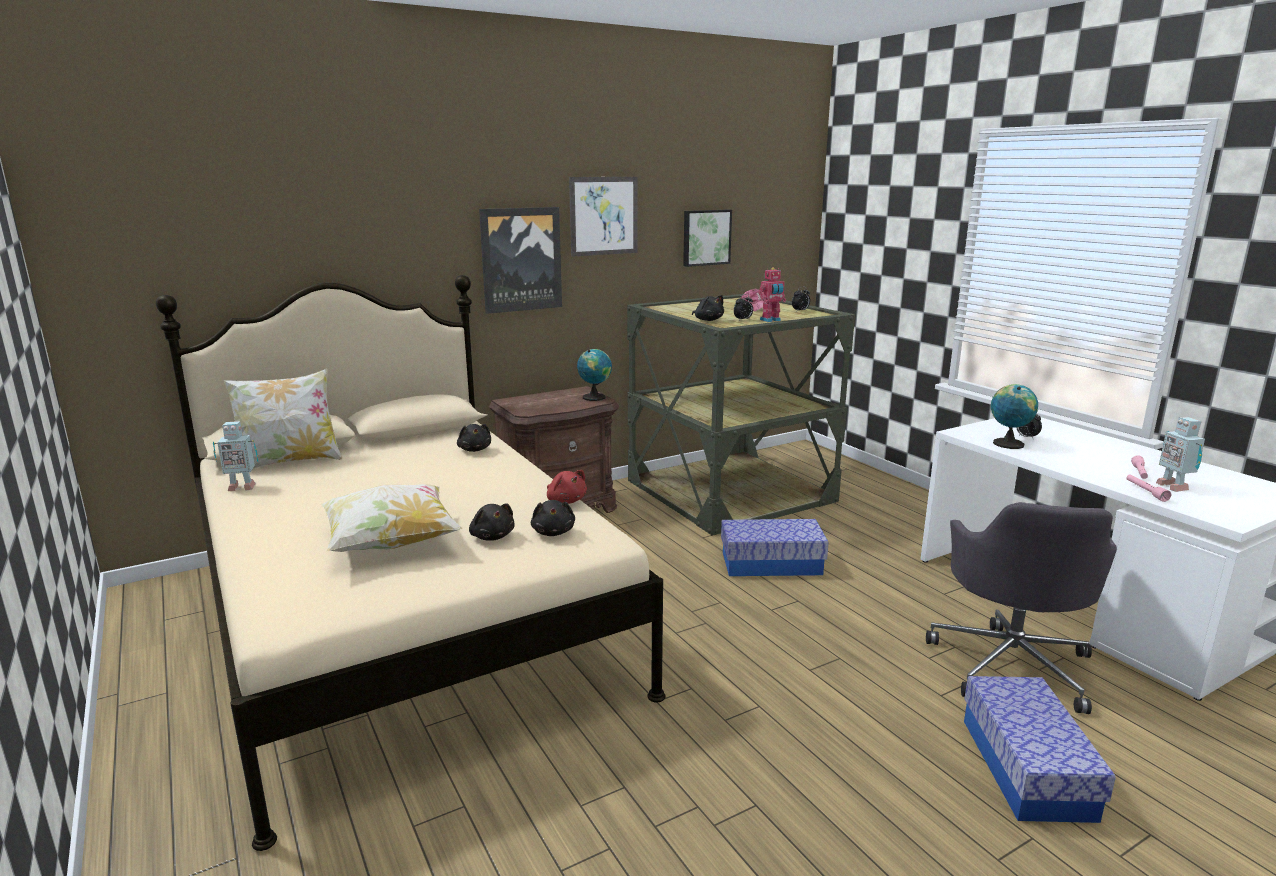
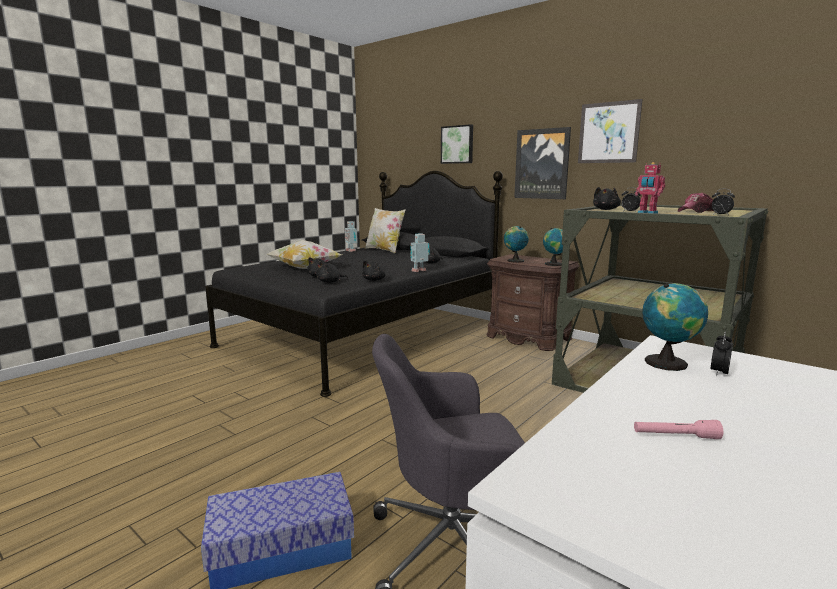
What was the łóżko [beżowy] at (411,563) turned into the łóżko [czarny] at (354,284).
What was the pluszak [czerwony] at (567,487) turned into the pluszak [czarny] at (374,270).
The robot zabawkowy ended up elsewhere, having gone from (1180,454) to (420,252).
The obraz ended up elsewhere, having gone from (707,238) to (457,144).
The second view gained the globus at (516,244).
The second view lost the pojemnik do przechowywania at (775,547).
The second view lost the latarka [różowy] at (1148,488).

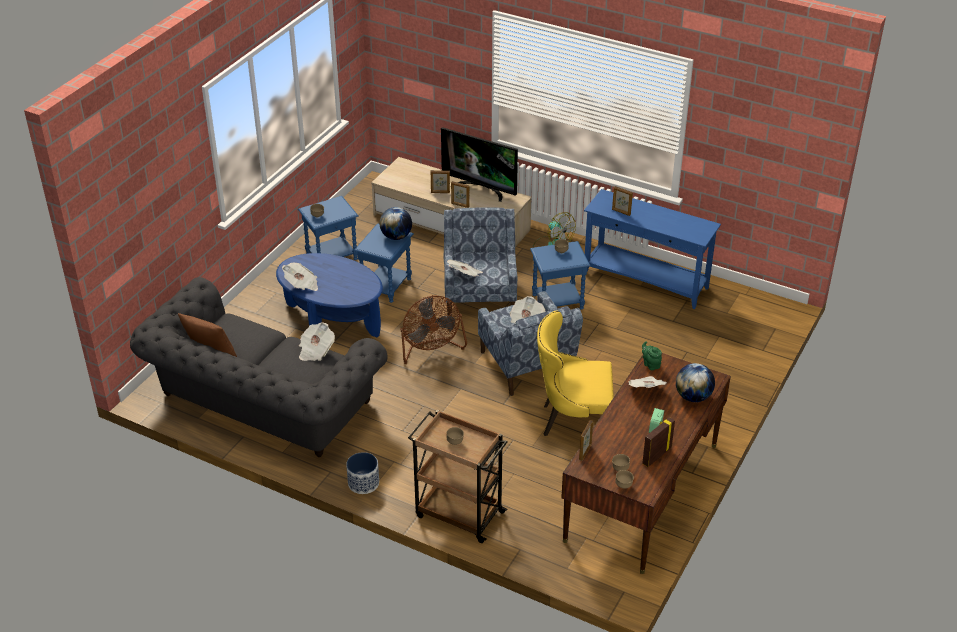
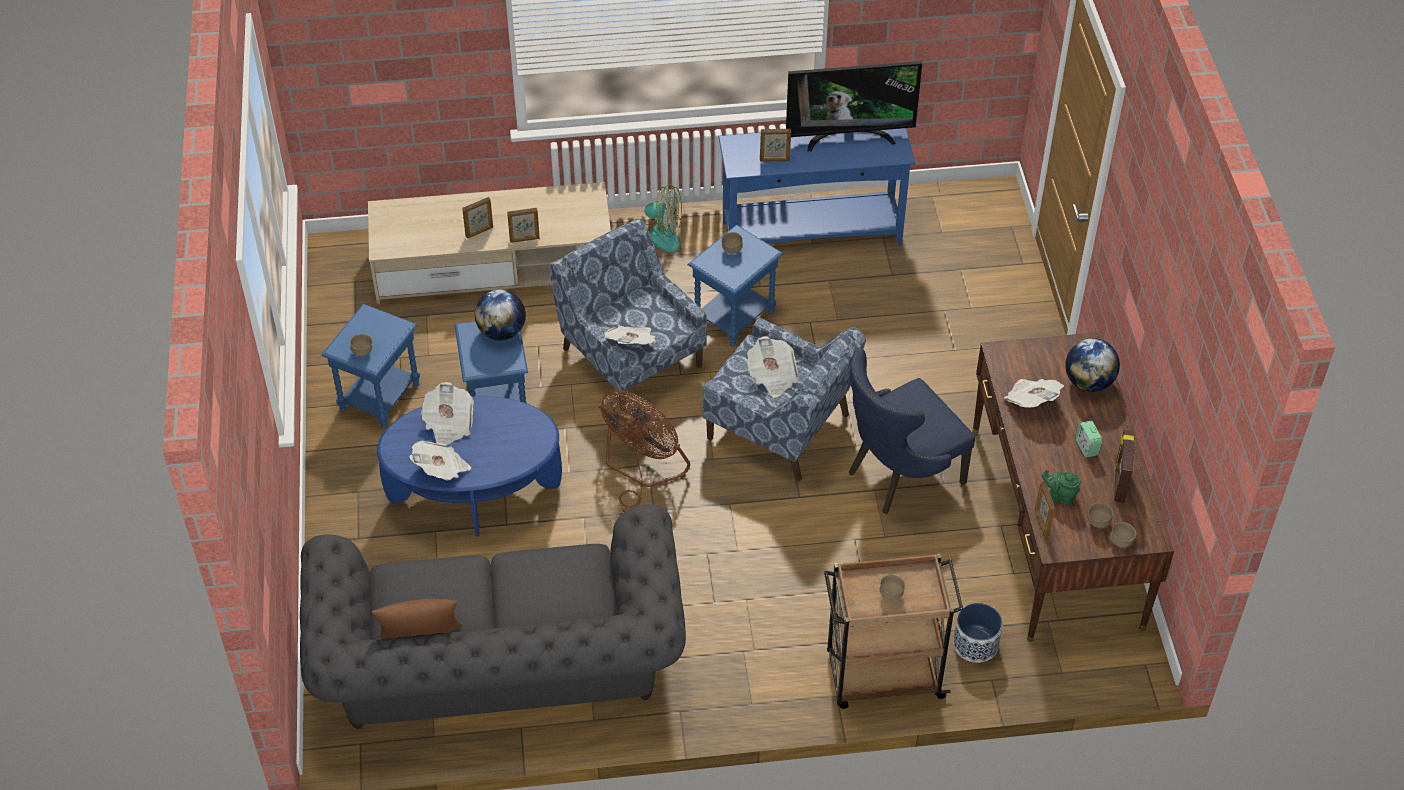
The gazeta ended up elsewhere, having gone from (317,341) to (447,413).
The wentylator [brązowy] at (433,329) ended up facing another way, 90 degrees counterclockwise from before.
The telewizor ended up elsewhere, having gone from (479,164) to (854,106).
What was the krzesło [żółty] at (575,373) turned into the krzesło [niebieski] at (912,431).
The donica ended up elsewhere, having gone from (362,473) to (978,633).
The imbryk [zielony] ended up elsewhere, having gone from (652,355) to (1061,487).

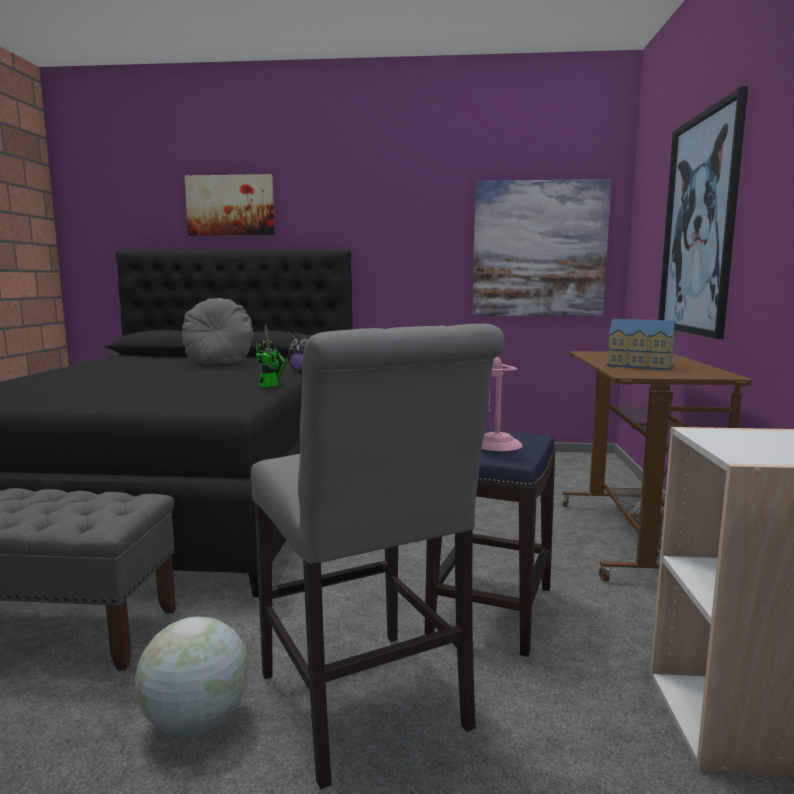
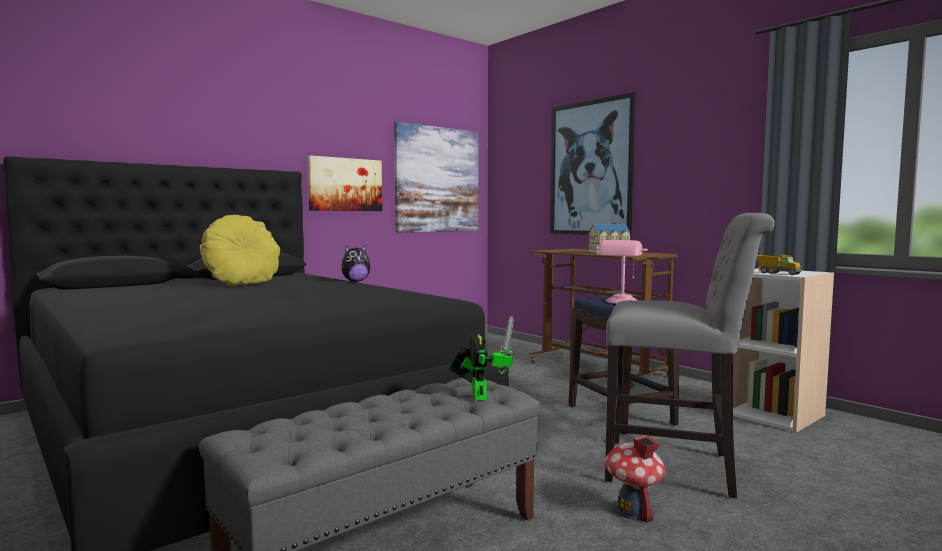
What was the poduszka [szary] at (217,331) turned into the poduszka [żółty] at (240,250).
The obraz ended up elsewhere, having gone from (229,205) to (344,183).
The robot zabawkowy ended up elsewhere, having gone from (271,356) to (481,358).
Where the globus stood at (192,676), the domek came to stand at (635,479).
The second view gained the ciężarówka zabawkowa at (779,265).

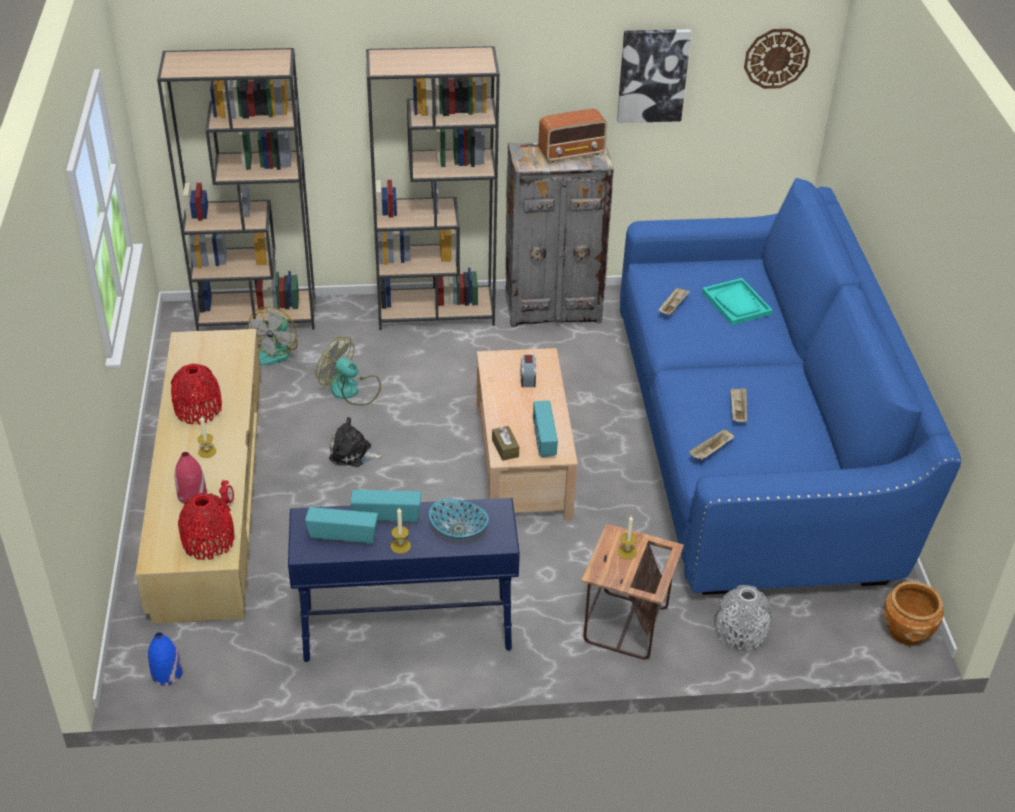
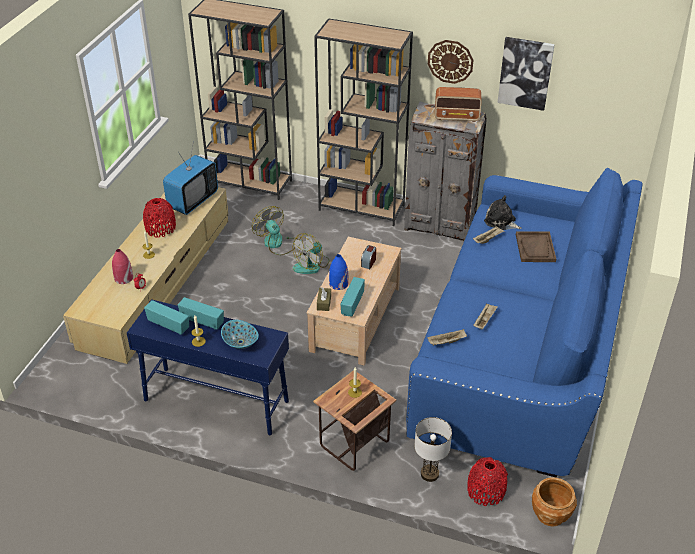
The second view gained the telewizor at (190,178).
The wentylator ended up elsewhere, having gone from (273,336) to (311,253).
The wazon [niebieski] ended up elsewhere, having gone from (165,658) to (338,272).
Where the wazon [szary] stood at (743,618), the lampa stołowa came to stand at (433,449).
The zegar ścienny ended up elsewhere, having gone from (777,59) to (451,62).
The wazon [czerwony] ended up elsewhere, having gone from (206,526) to (487,481).
The pluszak ended up elsewhere, having gone from (356,442) to (503,212).
What was the taca [turkusowy] at (737,301) turned into the taca [brązowy] at (536,246).

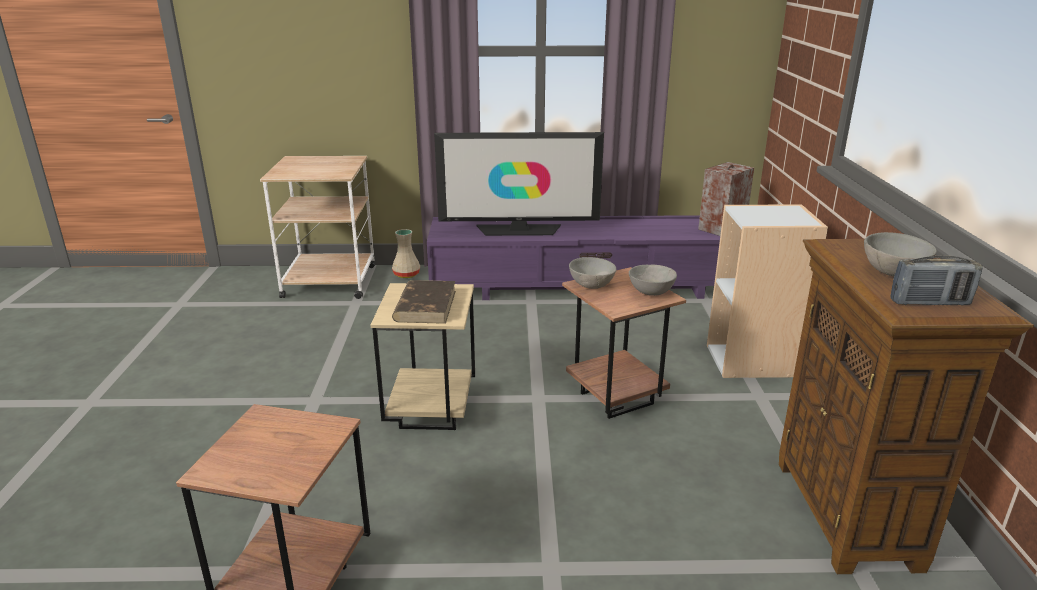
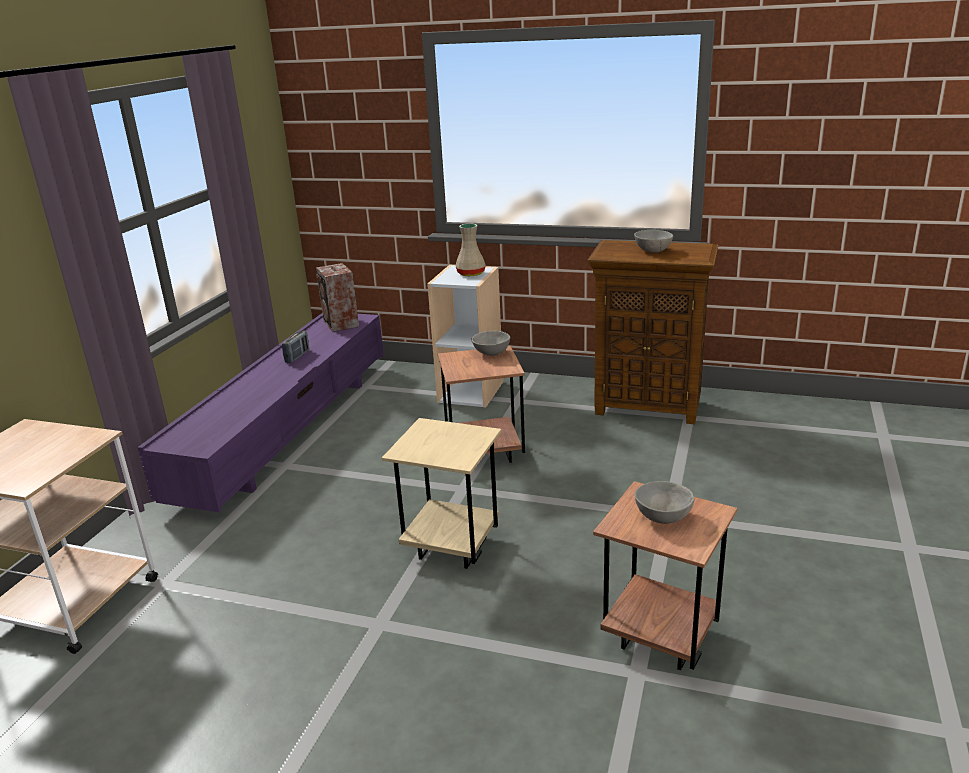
The radio ended up elsewhere, having gone from (936,280) to (295,347).
The wazon [beżowy] ended up elsewhere, having gone from (406,253) to (471,250).
The miska [szary] ended up elsewhere, having gone from (592,273) to (664,502).
The second view lost the książka [brązowy] at (424,302).
The second view lost the telewizor at (519,184).

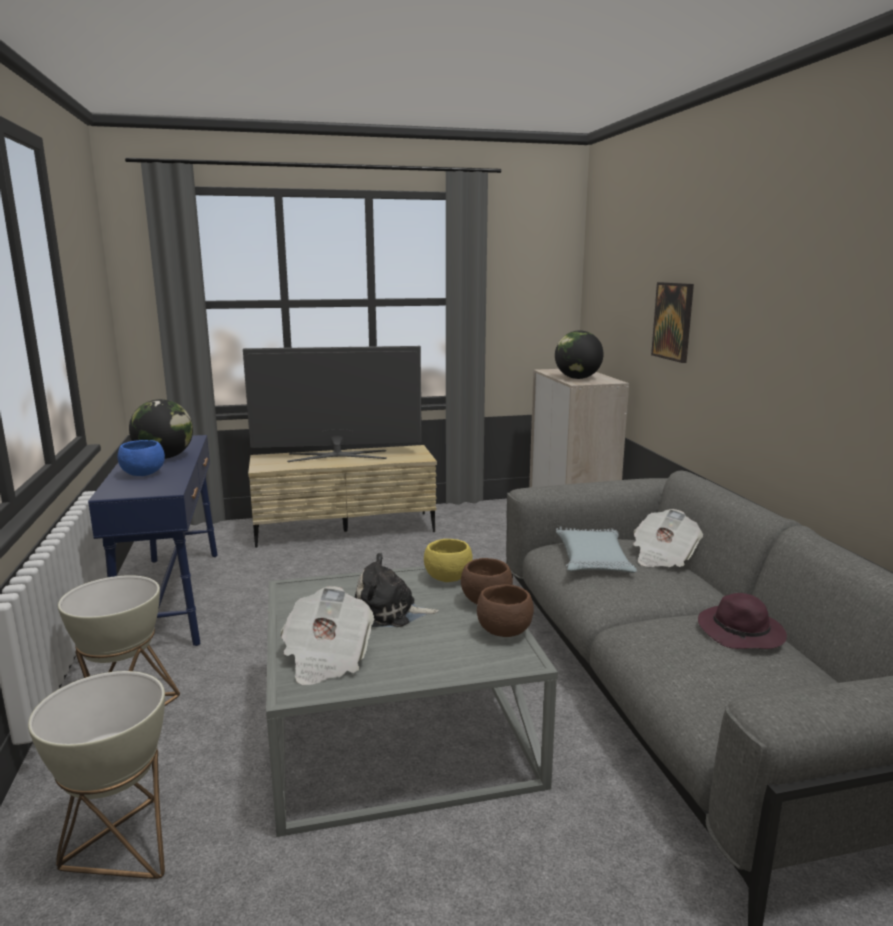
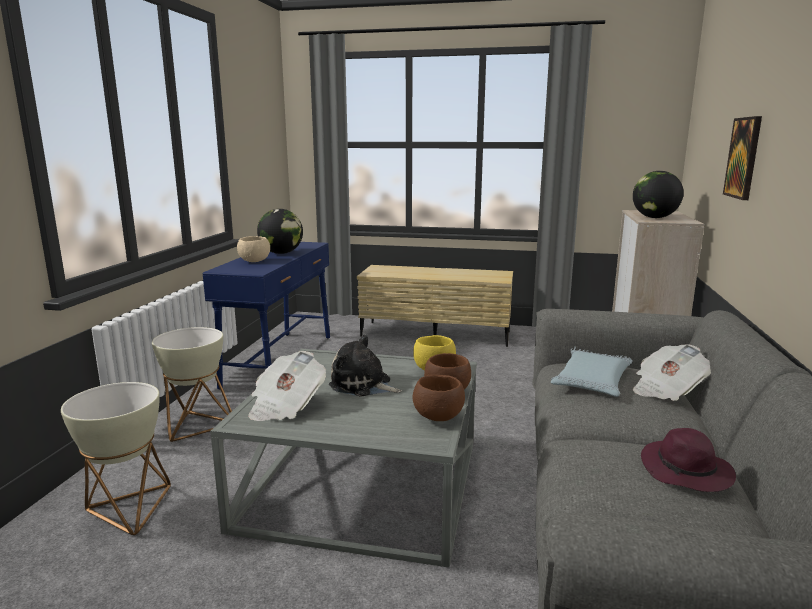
What was the miska [niebieski] at (141,458) turned into the miska [beżowy] at (253,249).
The second view lost the telewizor at (332,404).

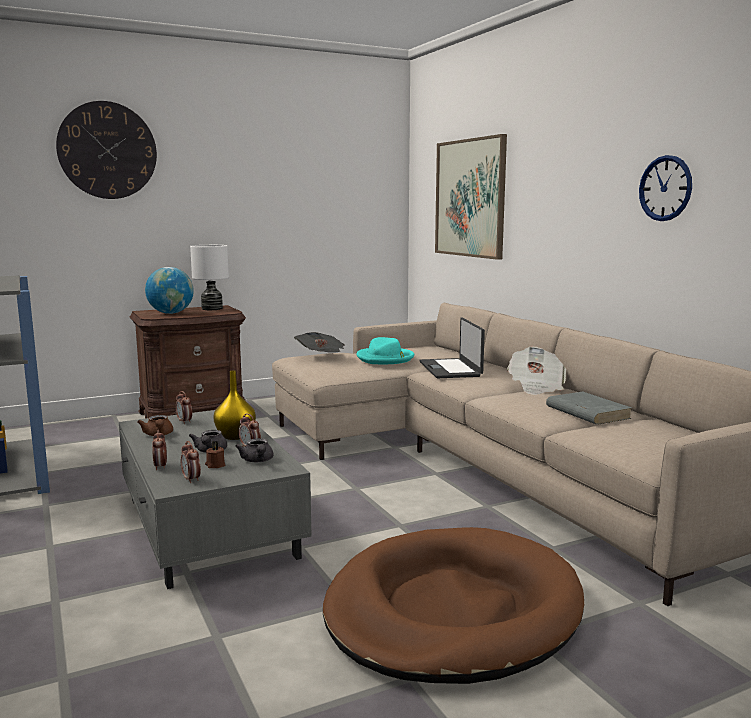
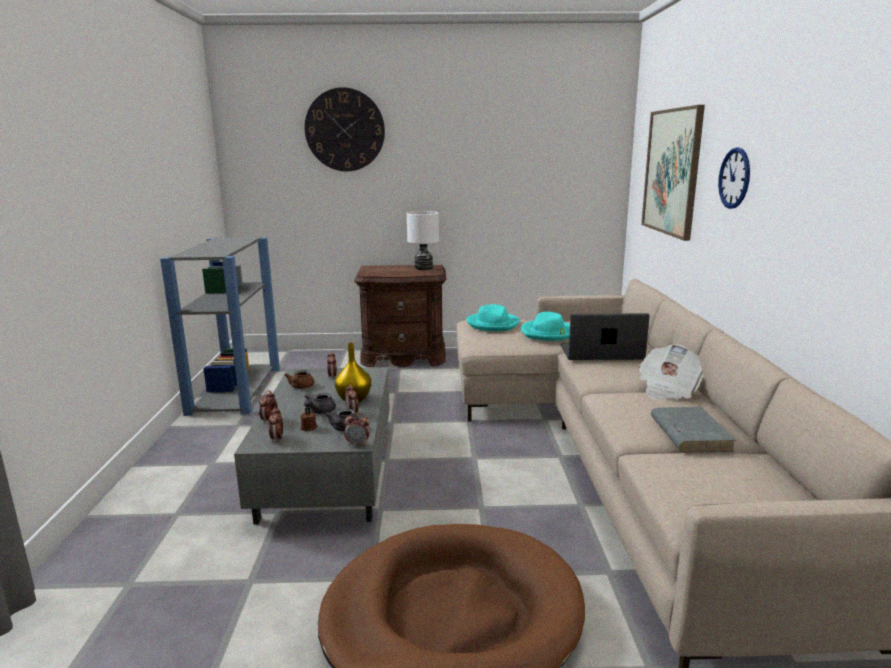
The second view gained the budzik at (357,430).
Where the gazeta stood at (319,342), the kapelusz [turkusowy] came to stand at (493,317).
The laptop at (452,348) ended up facing another way, 75 degrees clockwise from before.
The zegar ścienny ended up elsewhere, having gone from (665,188) to (734,178).
The second view lost the globus at (169,290).

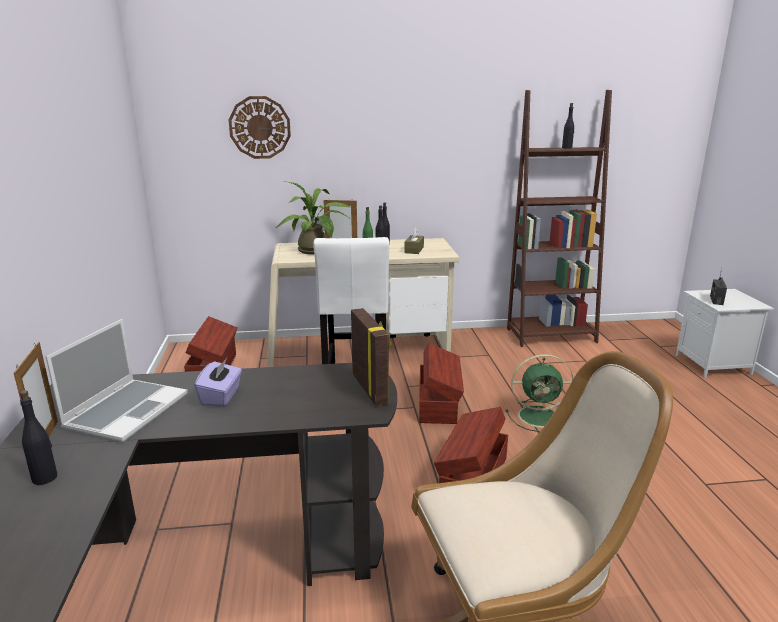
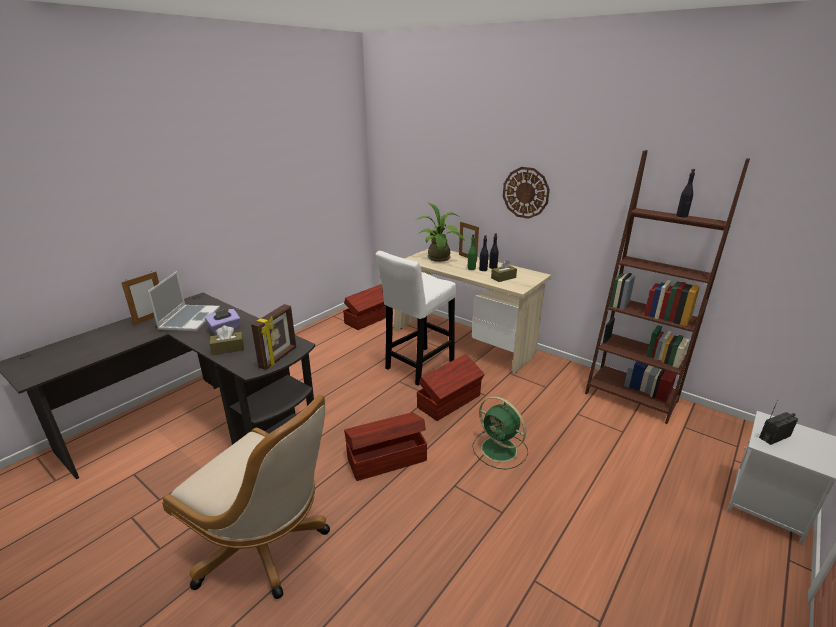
The laptop at (117,380) ended up facing another way, 60 degrees counterclockwise from before.
The second view gained the pudełko chusteczek [brązowy] at (227,340).
The zegar ścienny ended up elsewhere, having gone from (260,127) to (526,193).
The second view lost the butelka [czarny] at (38,437).

